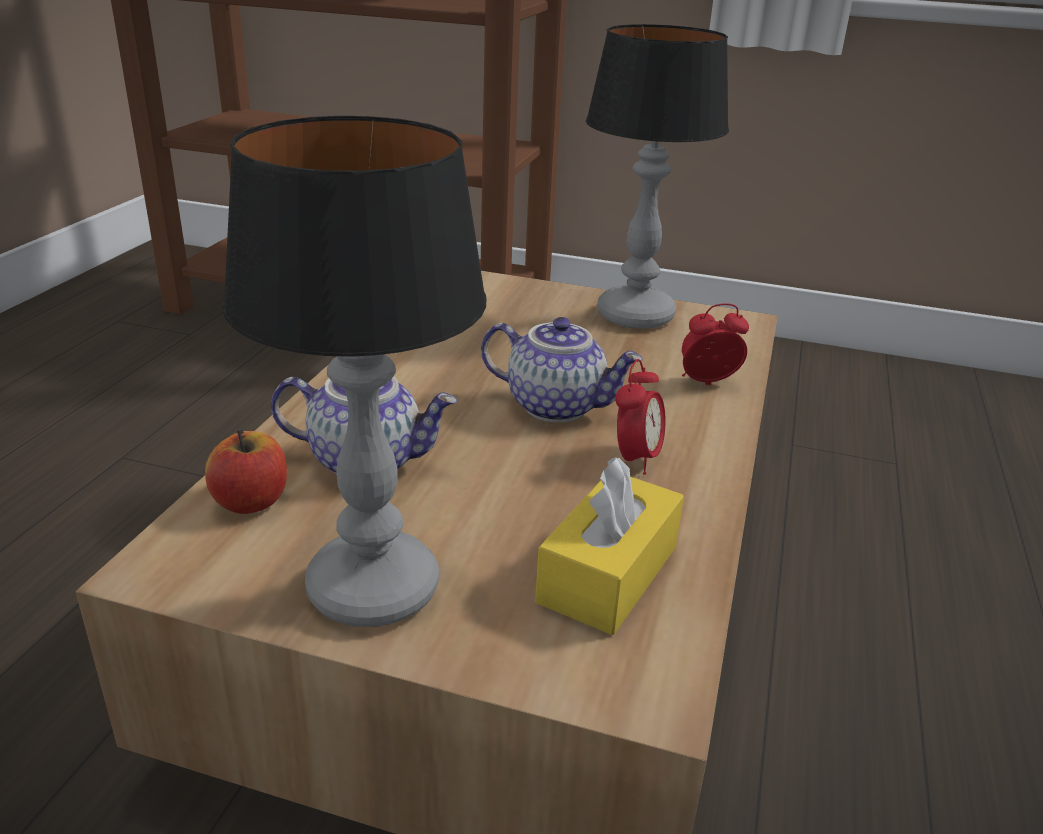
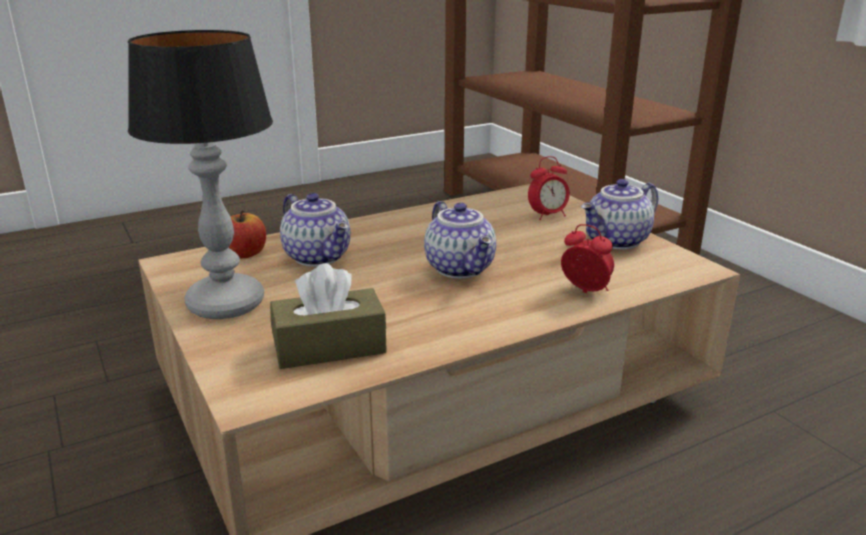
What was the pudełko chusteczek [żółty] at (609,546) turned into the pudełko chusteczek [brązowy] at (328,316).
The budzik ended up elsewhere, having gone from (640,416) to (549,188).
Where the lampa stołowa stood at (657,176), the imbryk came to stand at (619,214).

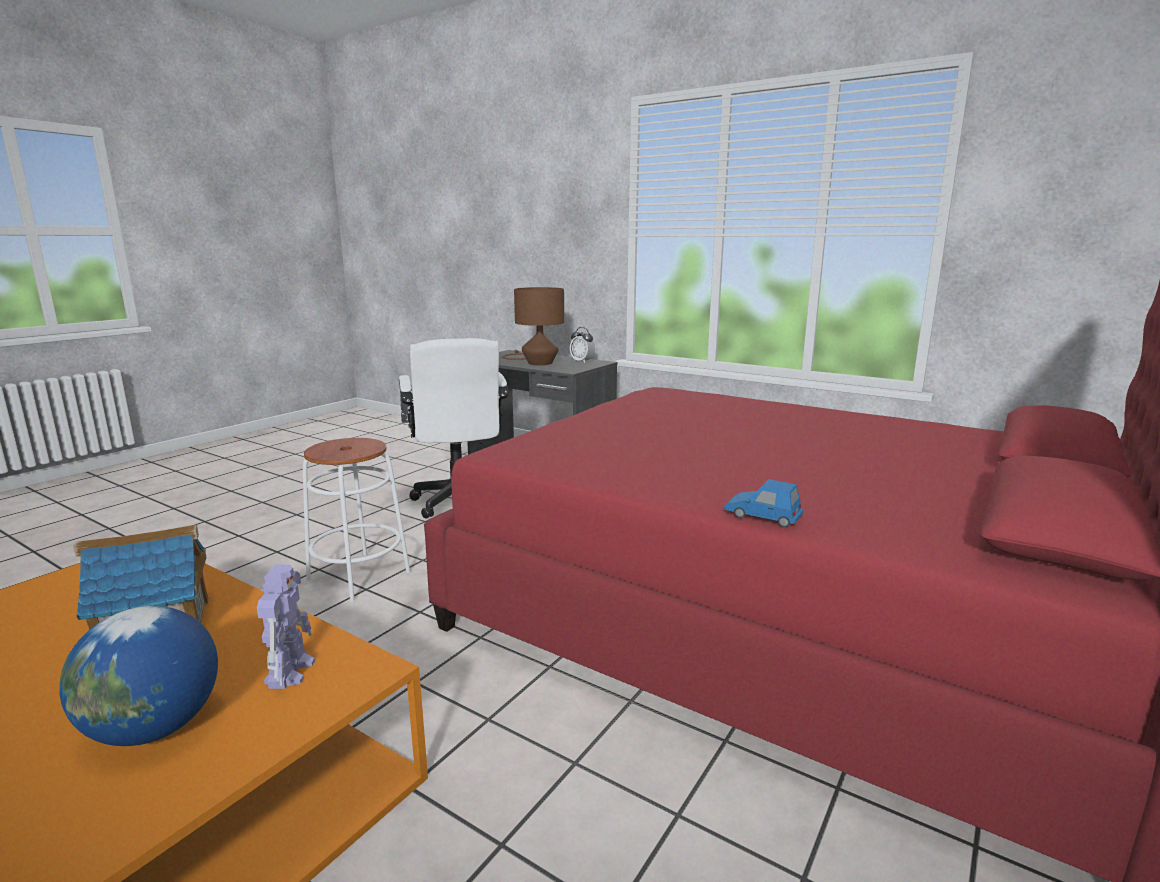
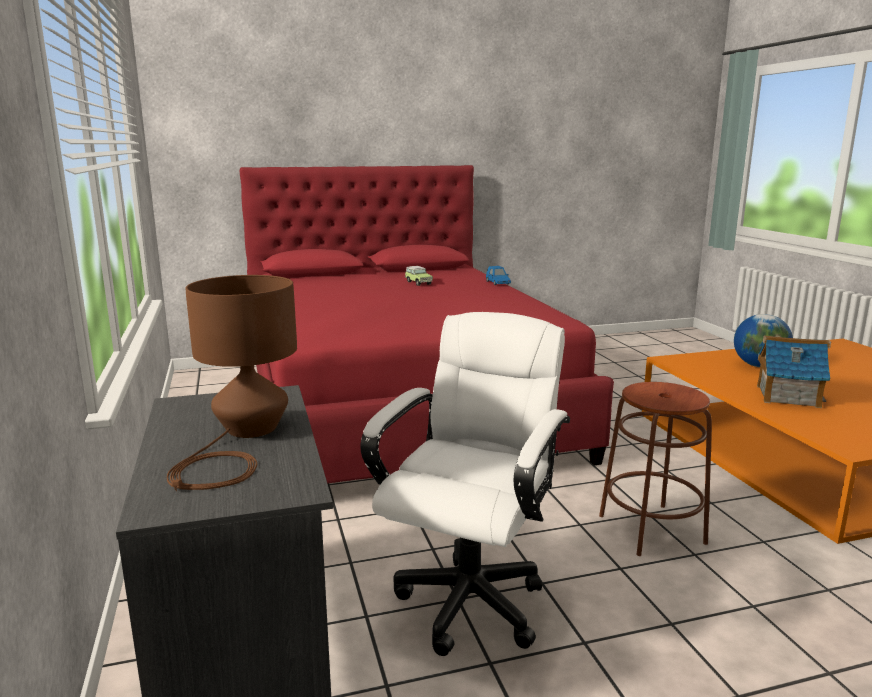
The second view gained the samochodzik at (419,276).
What was the stołek [biały] at (356,520) turned into the stołek [brązowy] at (655,469).
The second view lost the robot zabawkowy at (286,626).
The second view lost the budzik at (582,345).

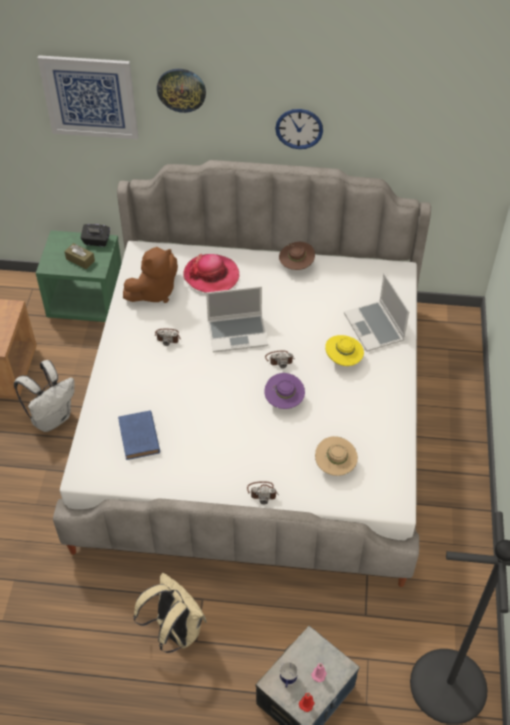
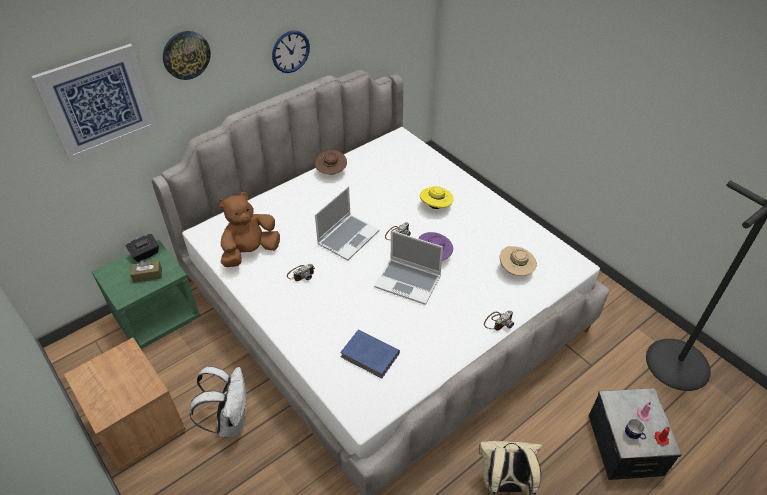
The pluszak [brązowy] at (150,275) ended up facing another way, 135 degrees counterclockwise from before.
The laptop ended up elsewhere, having gone from (376,312) to (408,267).
The second view lost the kapelusz at (211,273).

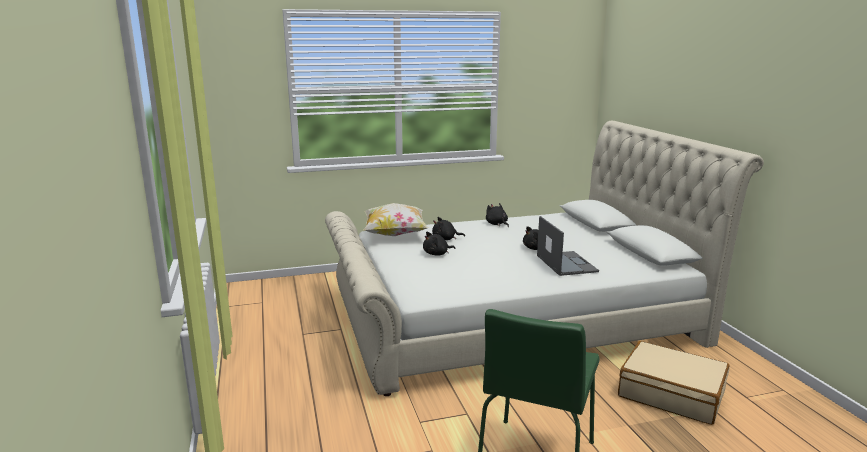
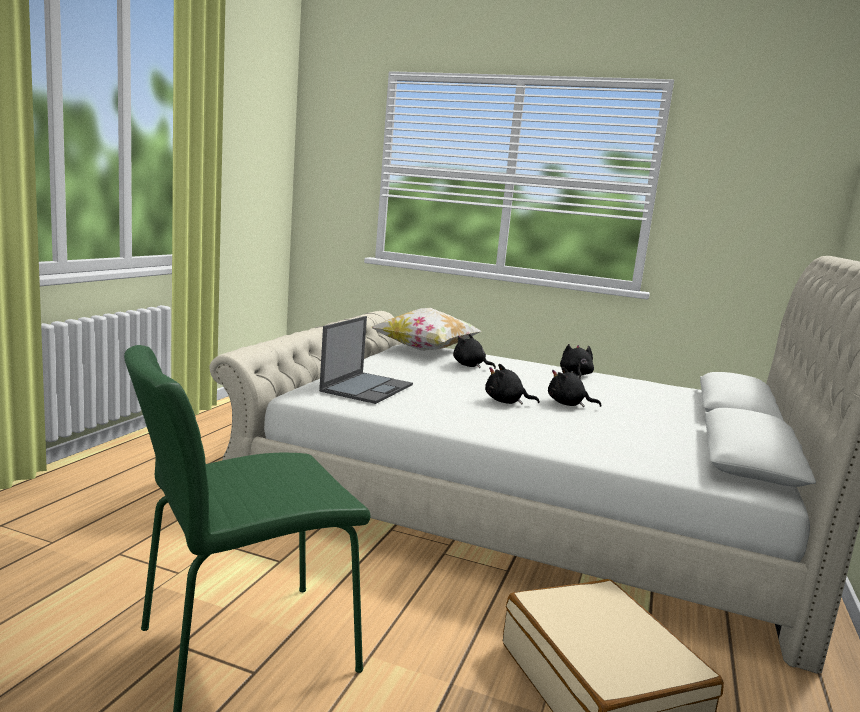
The laptop ended up elsewhere, having gone from (568,246) to (366,360).
The pluszak [czarny] ended up elsewhere, having gone from (439,243) to (512,384).

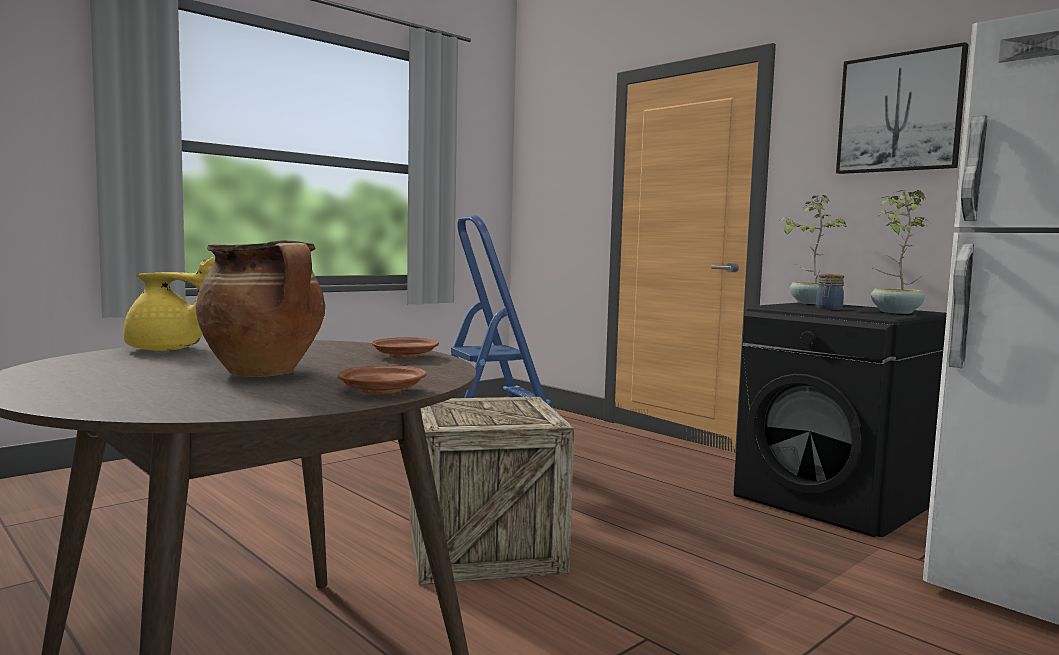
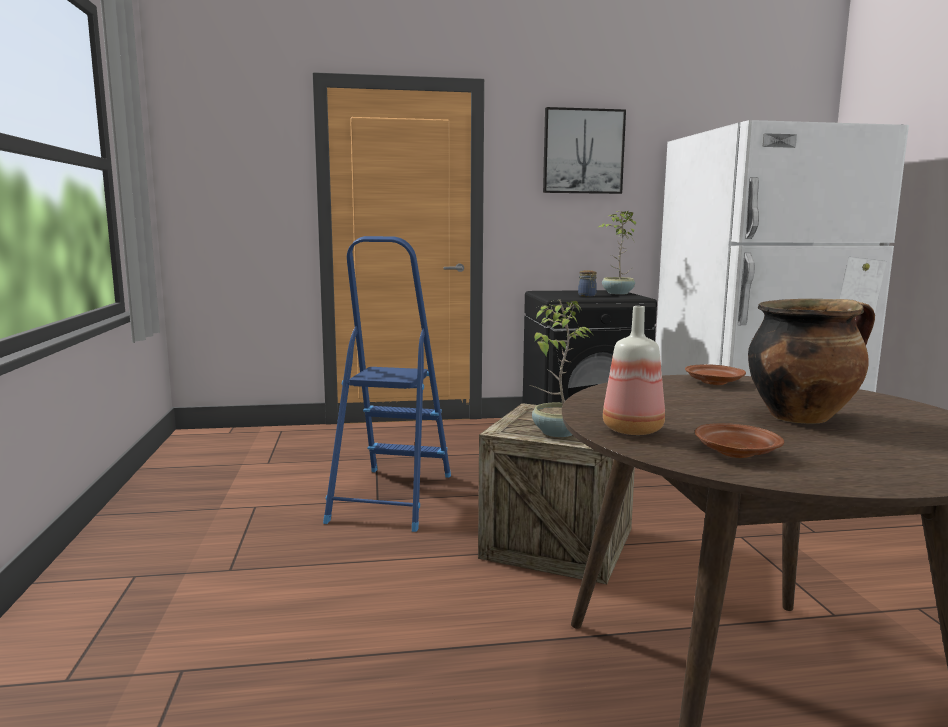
The roślina doniczkowa ended up elsewhere, having gone from (812,249) to (561,369).
Where the imbryk [żółty] stood at (169,304), the butelka came to stand at (634,370).
The talerz [brązowy] ended up elsewhere, having gone from (382,379) to (739,440).

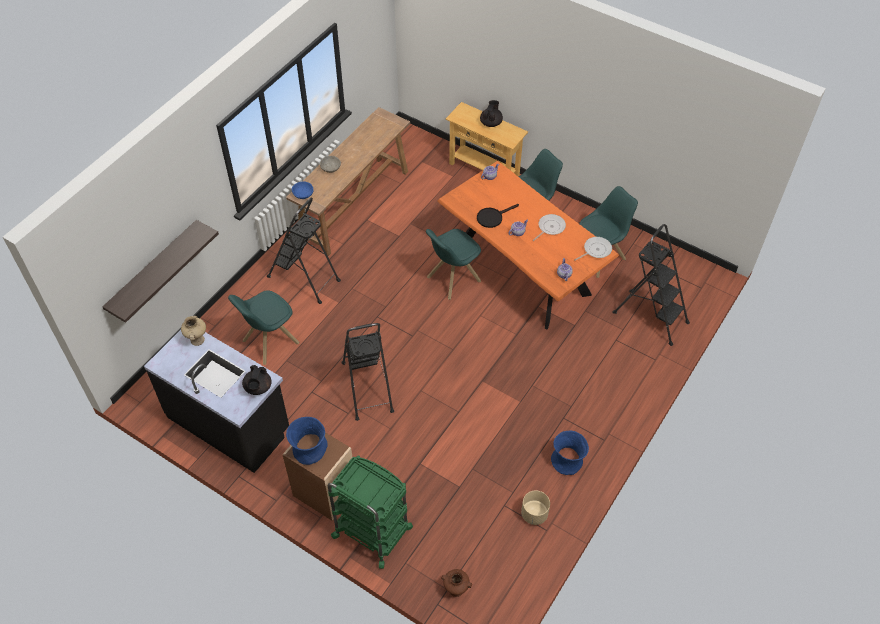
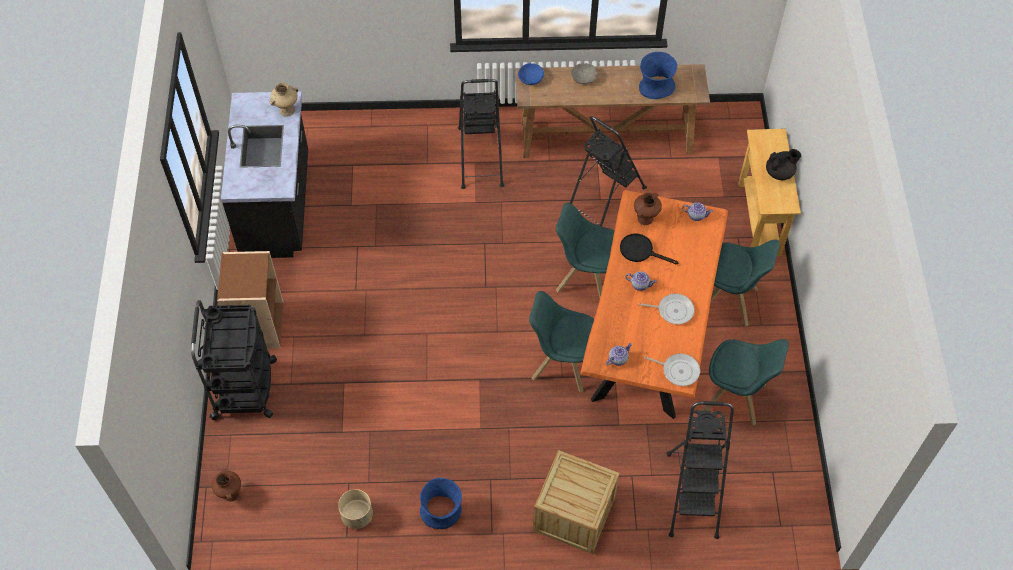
What was the wózek [zielony] at (370,512) turned into the wózek [czarny] at (234,360).
The krzesło [turkusowy] ended up elsewhere, having gone from (263,327) to (561,342).
The second view gained the skrzynka at (576,502).
The drabinka ended up elsewhere, having gone from (367,372) to (608,171).
The second view gained the wazon [brązowy] at (648,208).
The wazon [niebieski] ended up elsewhere, having gone from (307,441) to (658,75).
The second view lost the półka at (160,271).
The second view lost the imbryk [czarny] at (256,380).

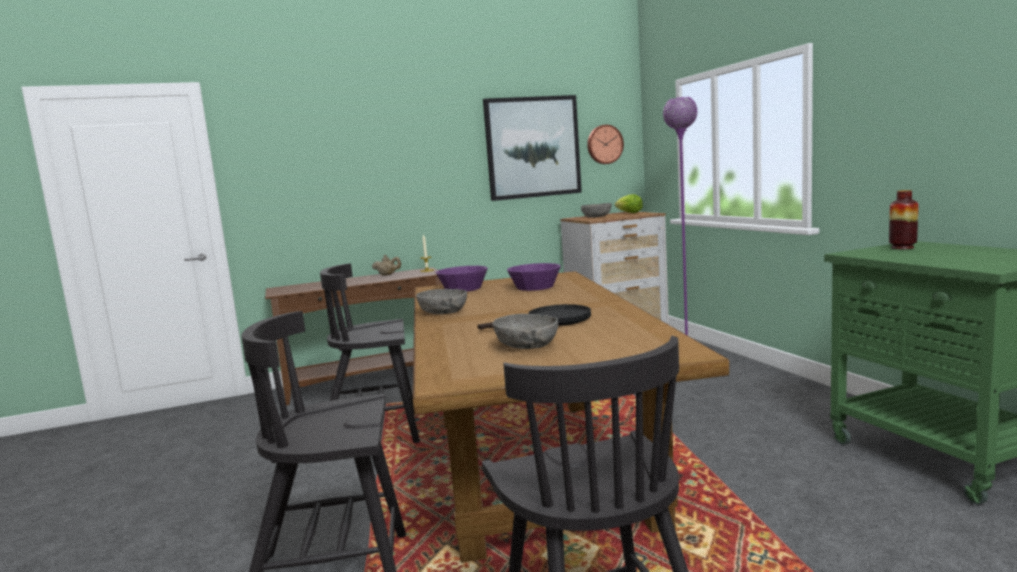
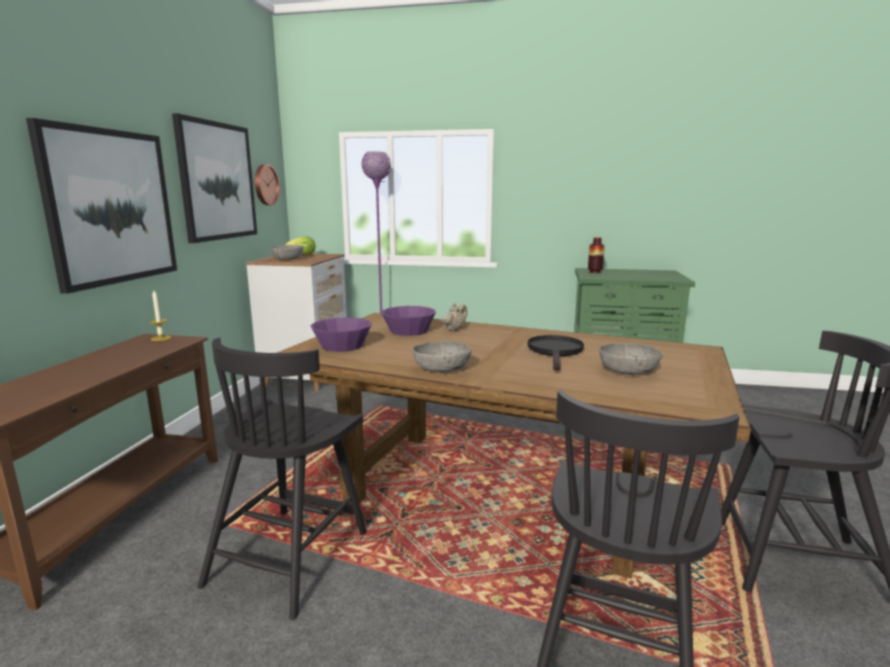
The second view gained the obraz at (101,206).
The imbryk [beżowy] ended up elsewhere, having gone from (386,265) to (455,317).

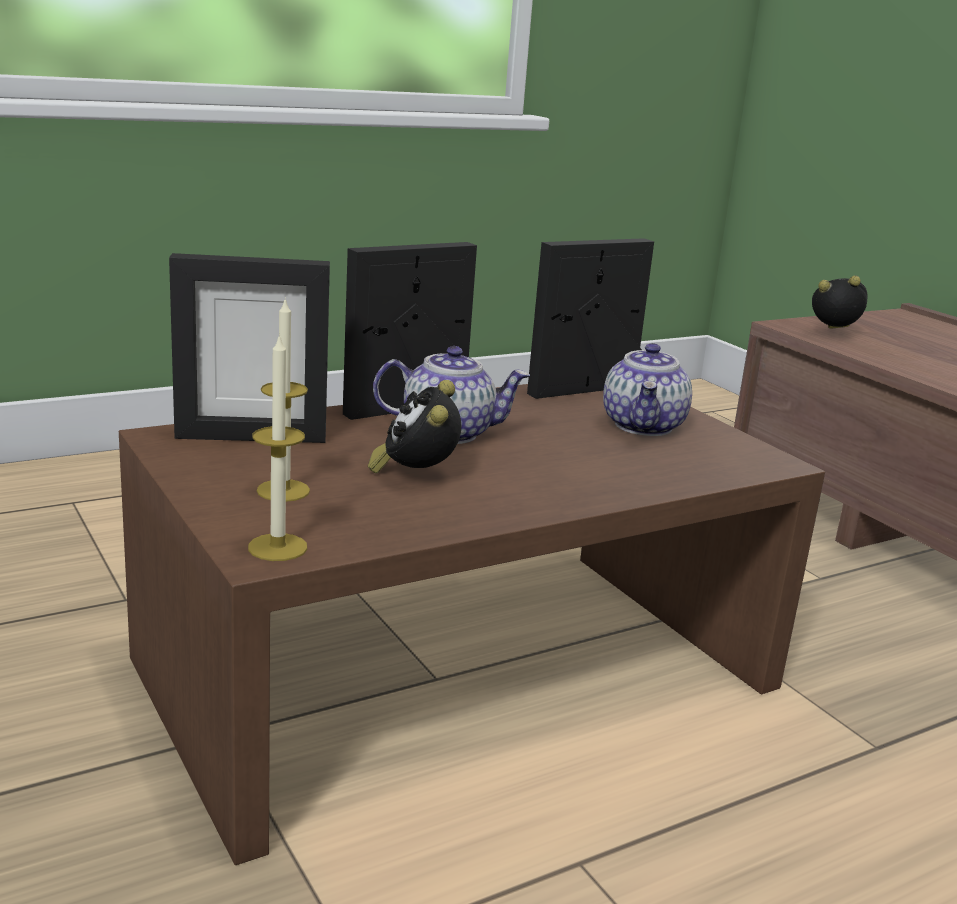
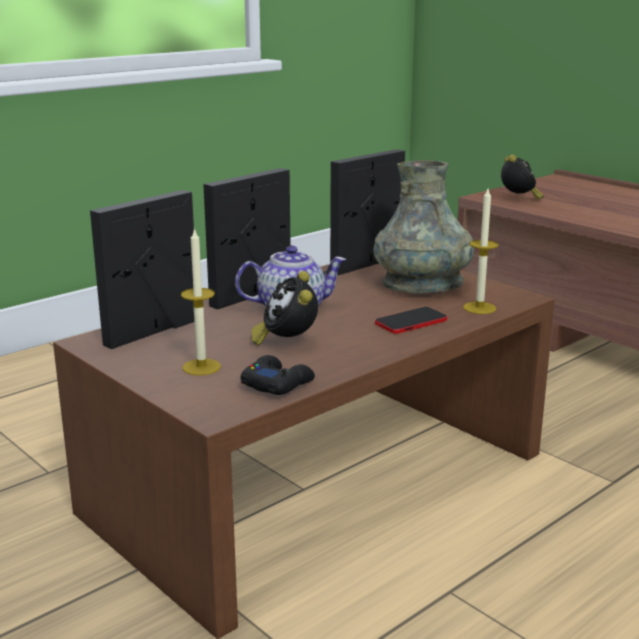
The ramka na zdjęcie at (249,348) ended up facing another way, 150 degrees clockwise from before.
The second view gained the pad do gier [czarny] at (278,375).
Where the imbryk stood at (647,389), the wazon [szary] came to stand at (423,226).
The second view gained the telefon at (411,320).
The świeca ended up elsewhere, having gone from (277,447) to (481,251).
The budzik at (840,302) ended up facing another way, 90 degrees clockwise from before.

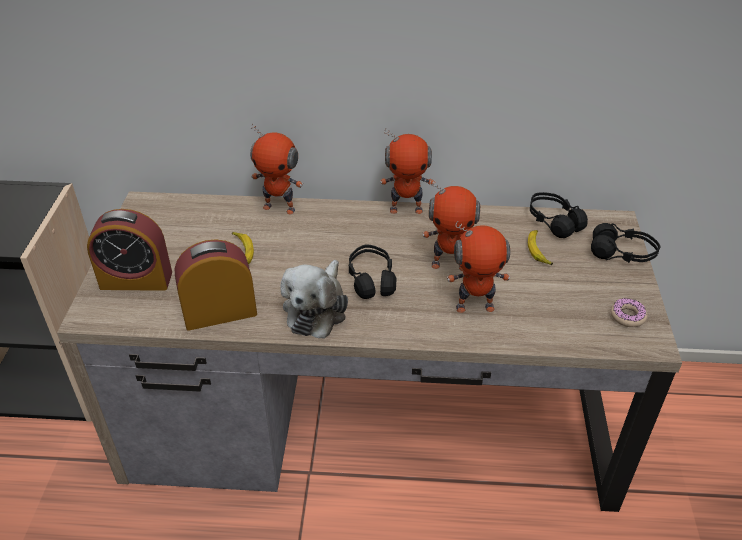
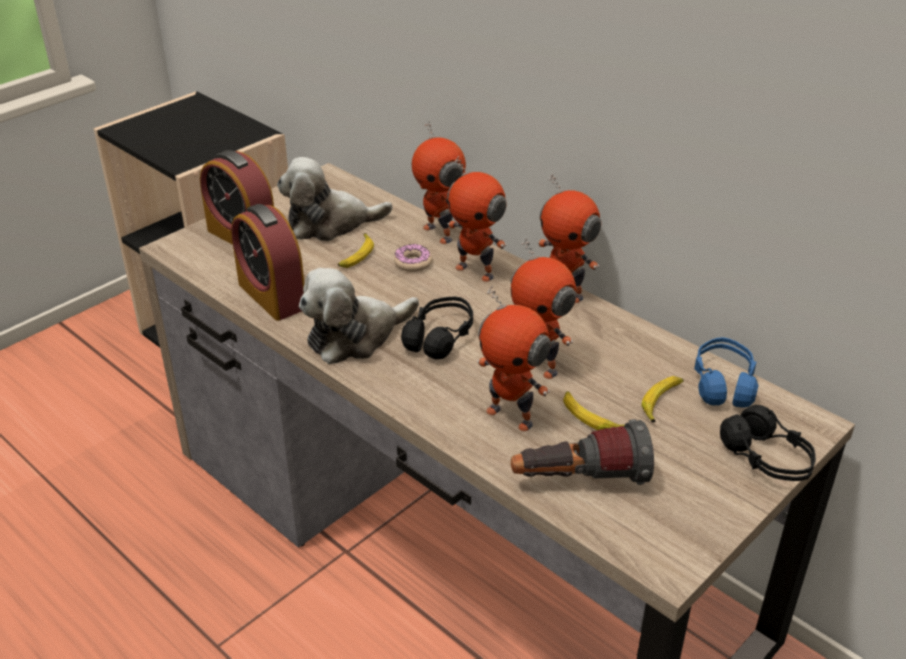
The budzik at (216,285) ended up facing another way, 150 degrees counterclockwise from before.
The second view gained the pluszak at (335,199).
The donut ended up elsewhere, having gone from (629,312) to (413,258).
The second view gained the robot zabawkowy at (477,219).
The second view gained the latarka at (582,452).
The second view gained the banan at (593,410).
What was the słuchawki [czarny] at (559,215) turned into the słuchawki [niebieski] at (726,372).

